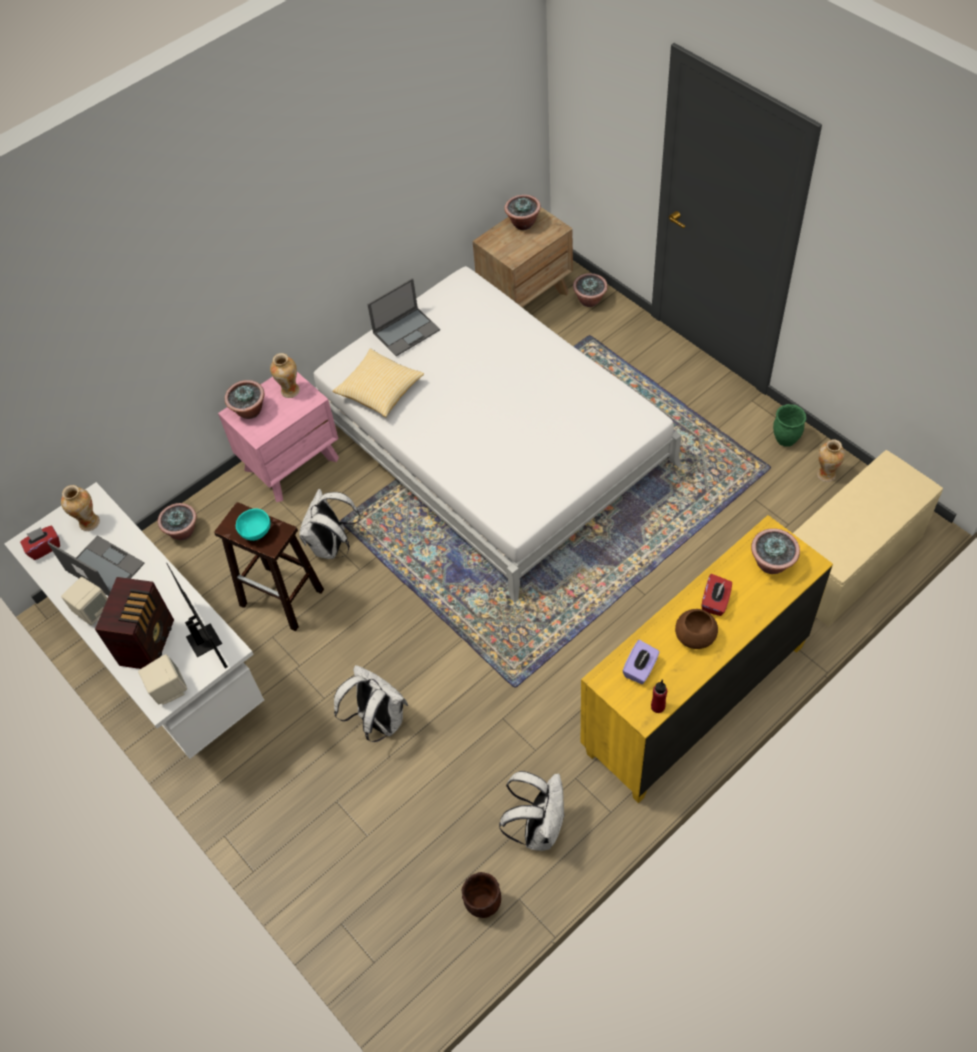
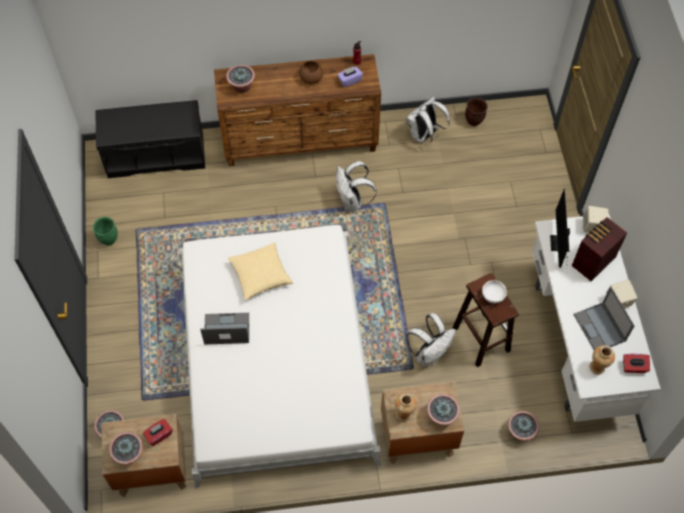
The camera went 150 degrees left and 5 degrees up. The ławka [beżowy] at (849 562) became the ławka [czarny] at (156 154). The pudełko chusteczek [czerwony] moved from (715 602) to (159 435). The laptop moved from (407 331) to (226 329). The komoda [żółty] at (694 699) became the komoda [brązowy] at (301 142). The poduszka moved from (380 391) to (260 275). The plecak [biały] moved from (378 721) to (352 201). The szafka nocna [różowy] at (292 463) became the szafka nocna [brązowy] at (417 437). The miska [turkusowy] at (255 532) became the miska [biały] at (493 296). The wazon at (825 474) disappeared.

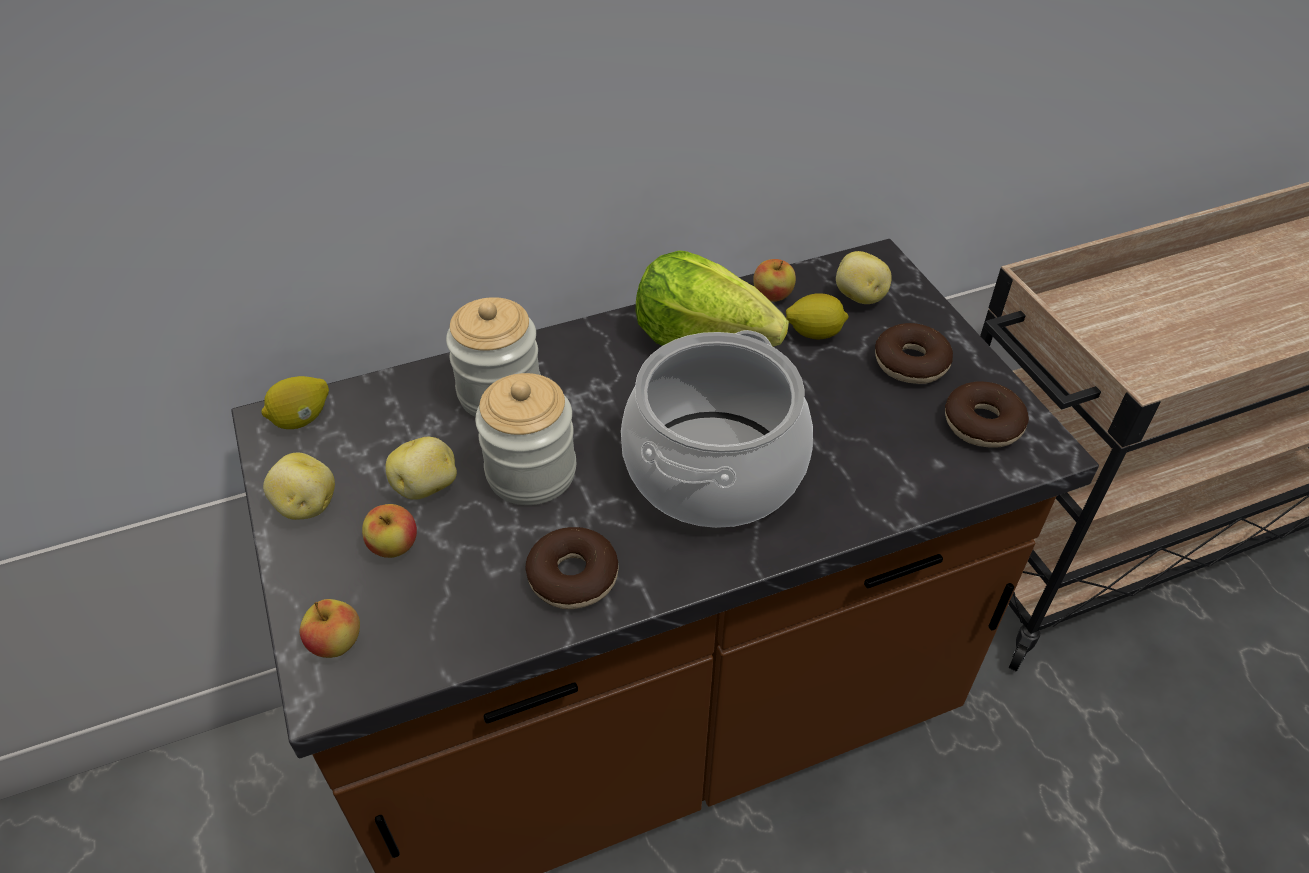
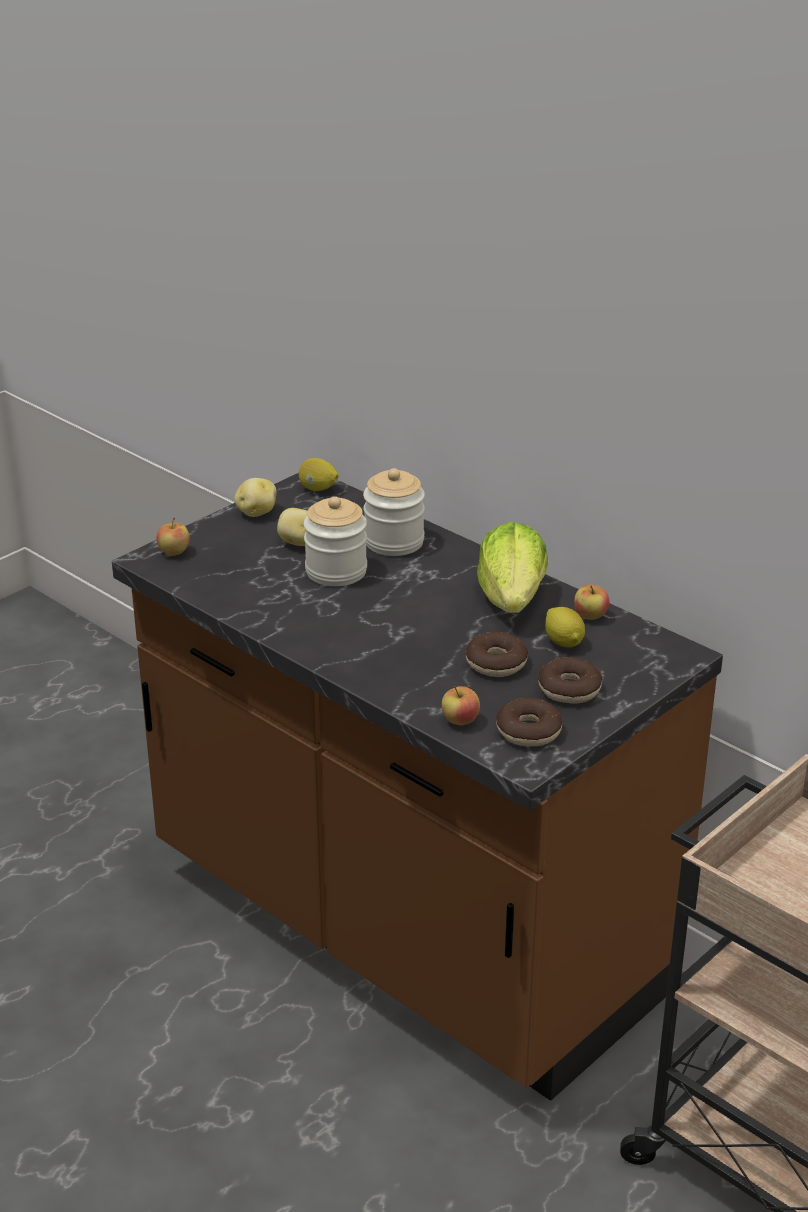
The camera went 65 degrees right and 15 degrees down. The jabłko moved from (394 546) to (460 721). The donut moved from (573 576) to (496 663). The garnek at (713 468) disappeared. The ziemniak at (859 297) disappeared.

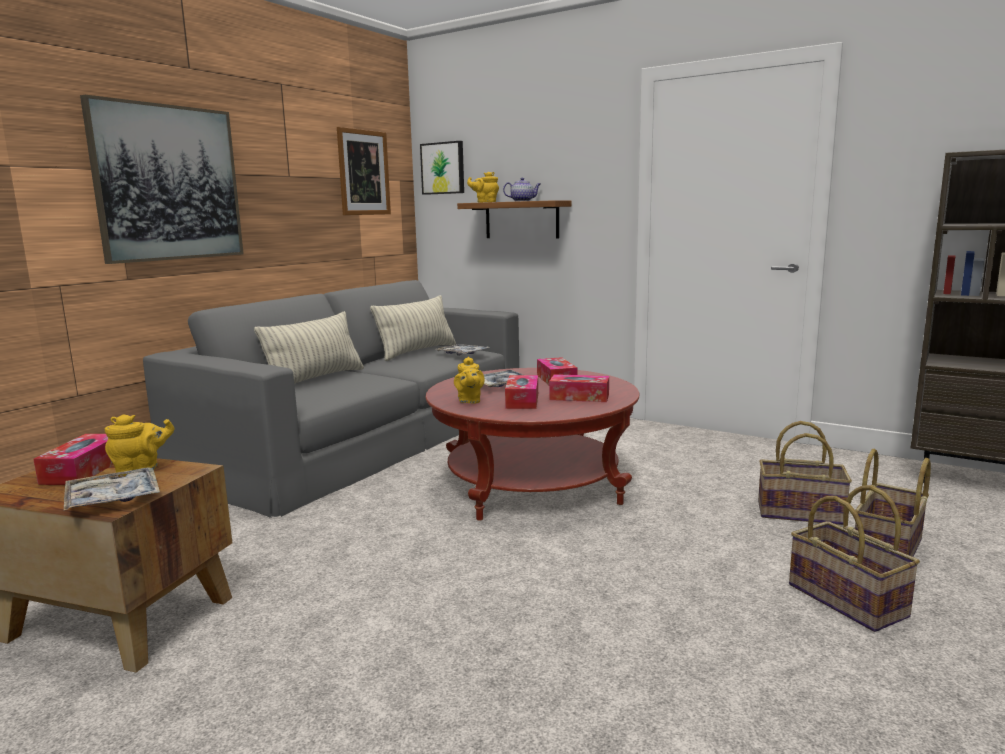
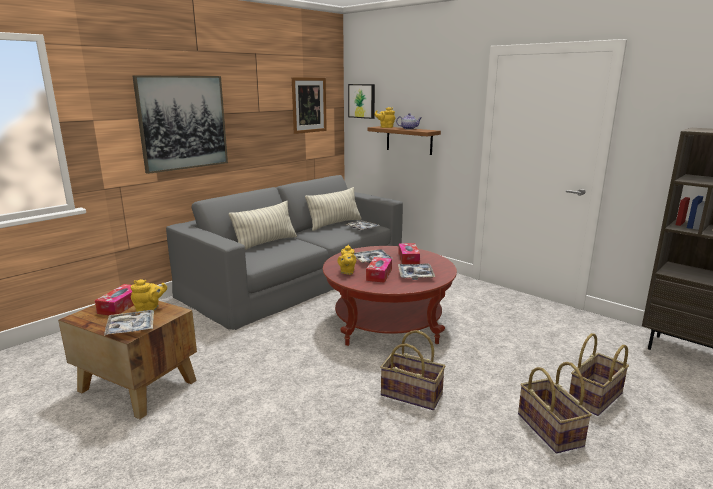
The camera went 10 degrees right and 5 degrees up. The koszyk moved from (800 512) to (412 394). The pudełko chusteczek at (579 397) was replaced by the taca at (415 275).

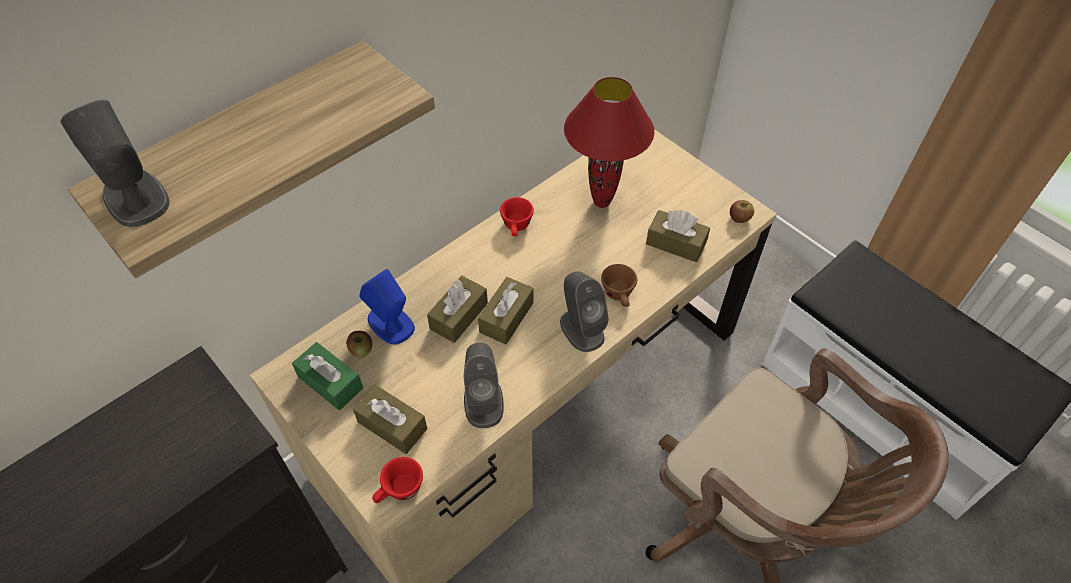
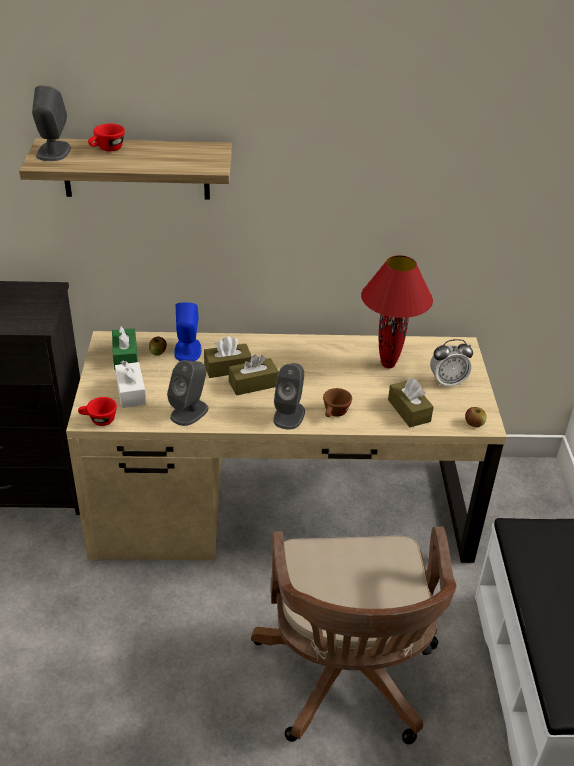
The camera went 40 degrees right and 15 degrees down. The filiżanka [czerwony] moved from (517 227) to (107 149). The pudełko chusteczek [brązowy] at (392 425) became the pudełko chusteczek [biały] at (131 392). The budzik at (447 382) appeared.

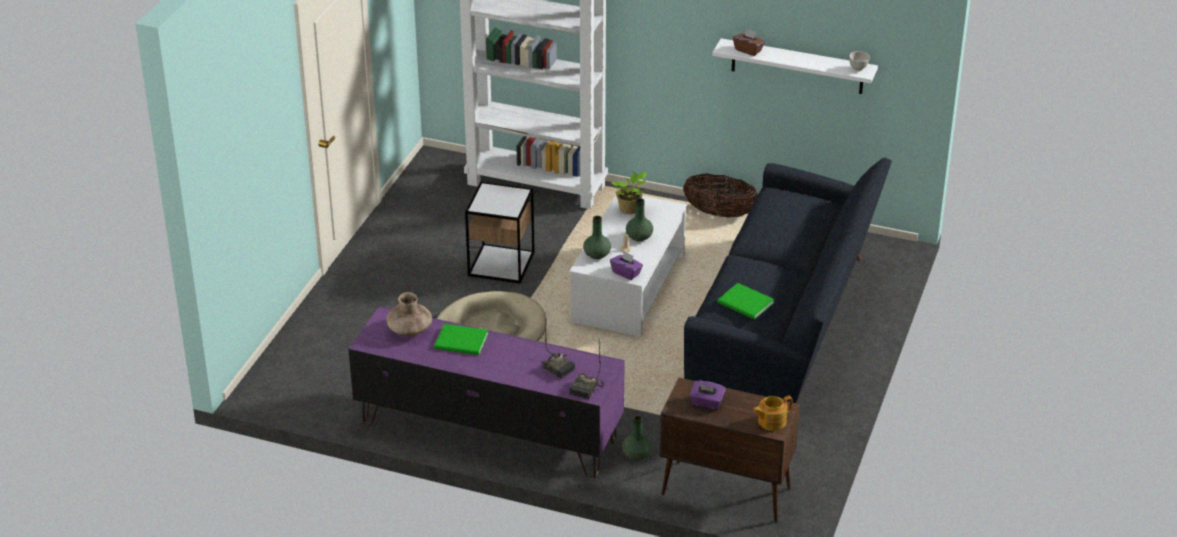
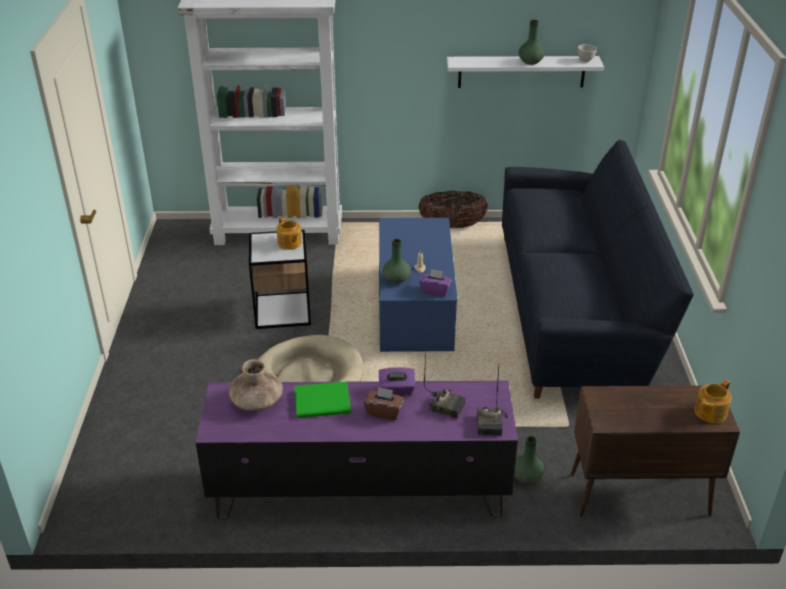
The camera went 20 degrees left and 0 degrees up. The imbryk at (289 243) appeared. The pudełko chusteczek [brązowy] moved from (748 50) to (384 412). The ława [biały] at (628 289) became the ława [niebieski] at (415 309). The pudełko chusteczek [fioletowy] moved from (706 403) to (396 390). The wazon [zielony] moved from (639 237) to (530 61). The roślina doniczkowa at (630 210) disappeared. The książka [zielony] at (746 304) disappeared.

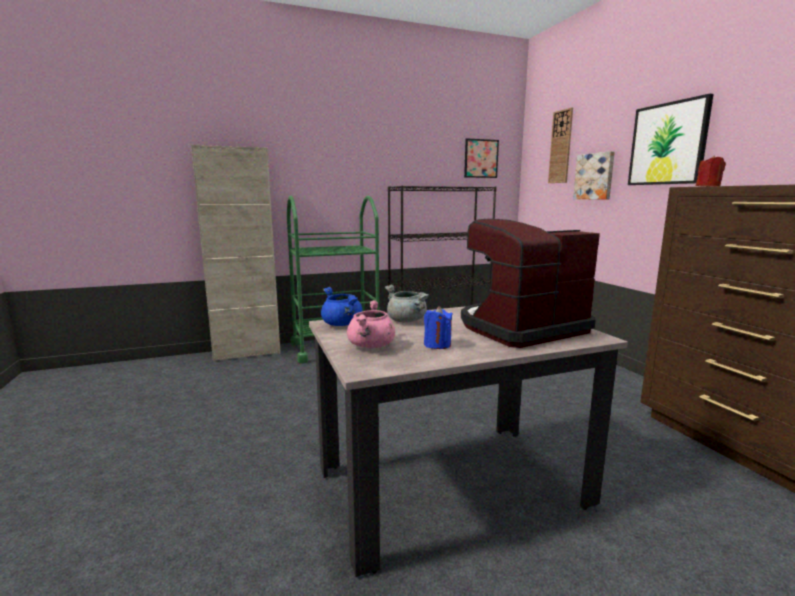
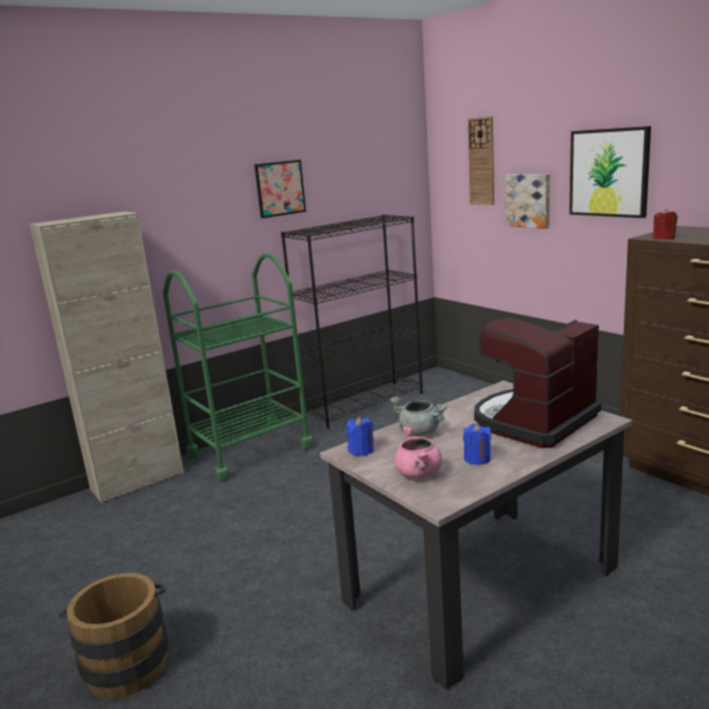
The camera went 15 degrees left and 5 degrees up. The wiadro [brązowy] at (127 661) appeared. The obraz moved from (481 158) to (280 188). The garnek [niebieski] at (342 324) was replaced by the świeca [niebieski] at (361 450).

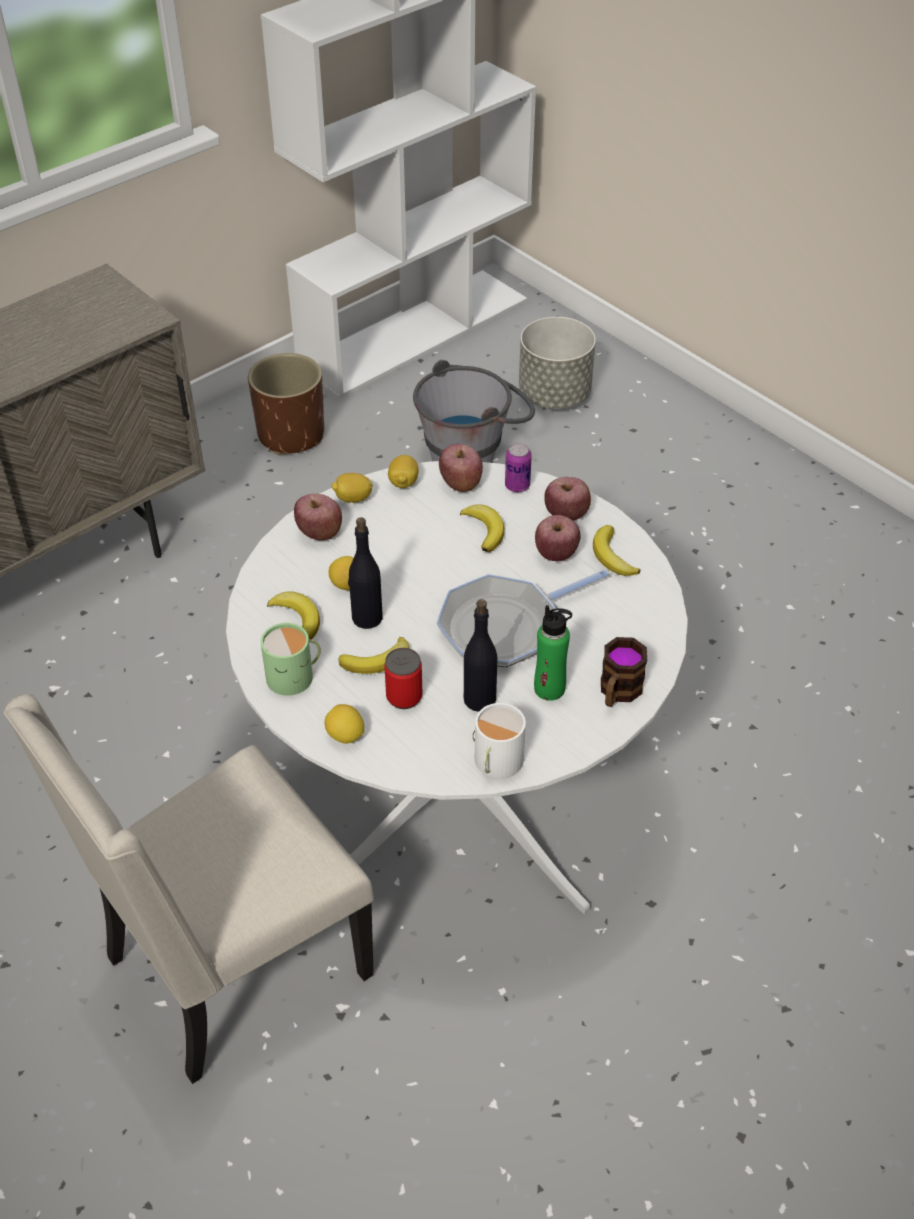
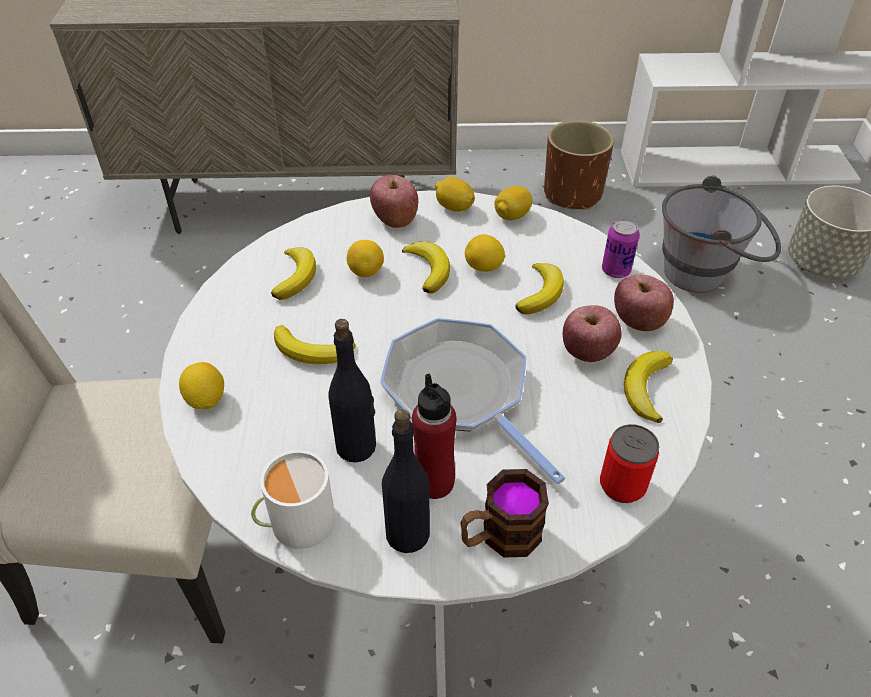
The camera went 40 degrees right and 0 degrees up. The patelnia at (505 626) turned 45 degrees clockwise. The butelka [czarny] moved from (366 617) to (407 533). The banan at (428 269) appeared. The butelka [zielony] at (549 688) became the butelka [czerwony] at (434 482). The cytryna at (484 268) appeared. The puszka moved from (404 697) to (622 485). The kubek [zielony] at (295 676) disappeared. The jabłko at (460 483) disappeared.

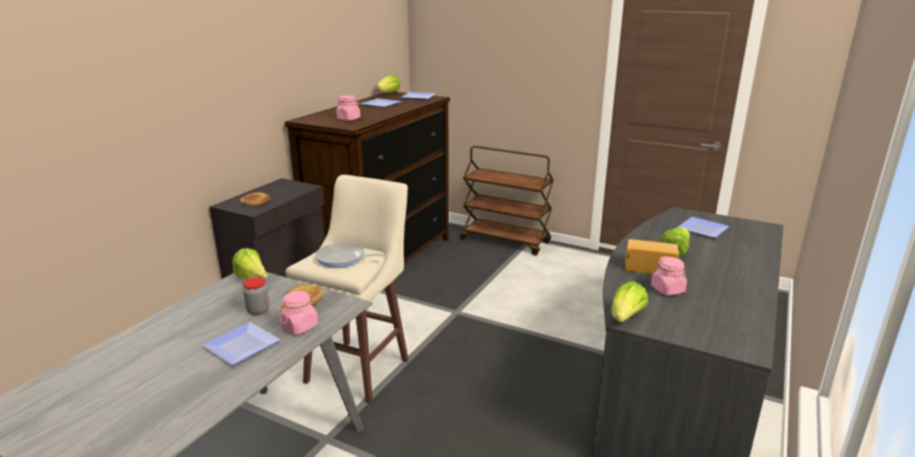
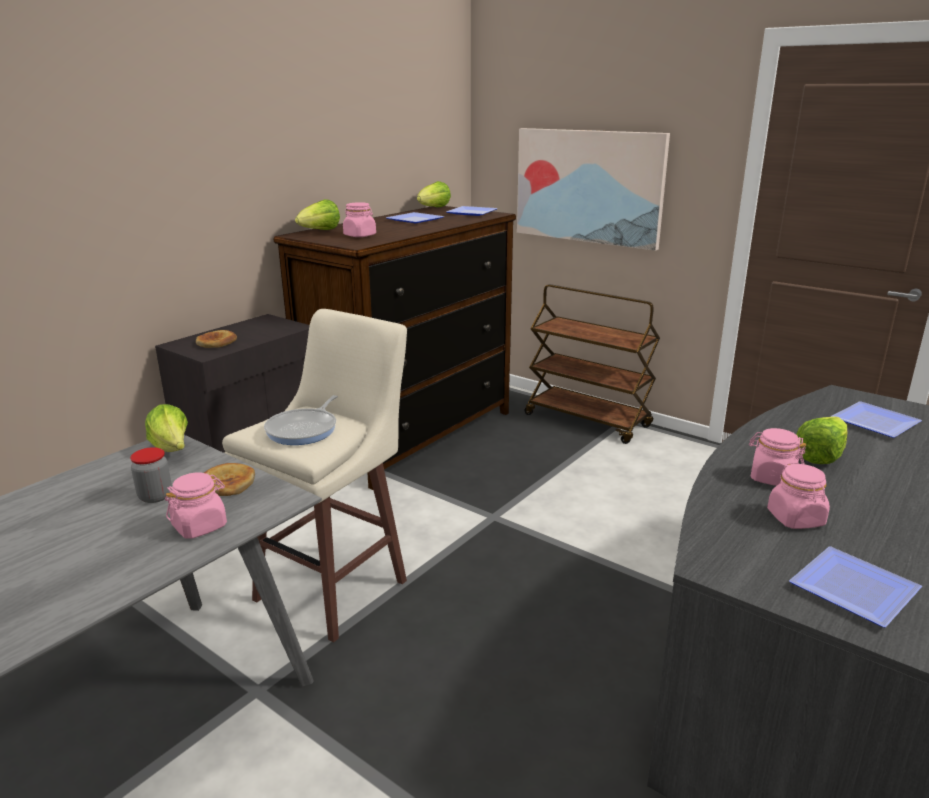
The camera went 10 degrees right and 0 degrees up. The patelnia at (343 259) turned 90 degrees counterclockwise. The sałata moved from (626 318) to (319 231). The obraz at (589 186) appeared. The chleb at (649 267) was replaced by the słoik [różowy] at (772 478). The talerz moved from (245 345) to (858 589).

